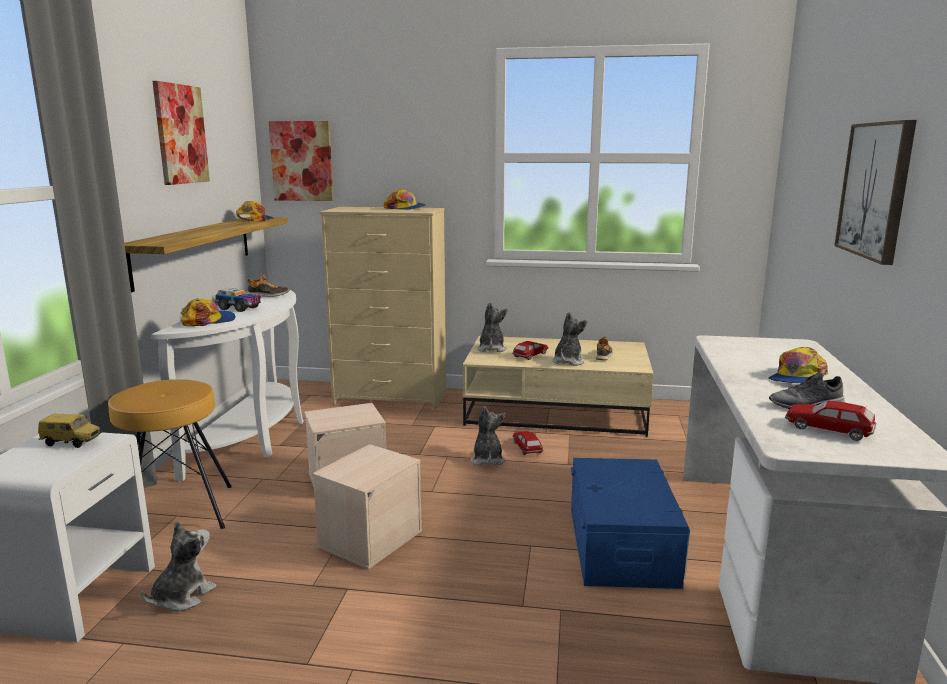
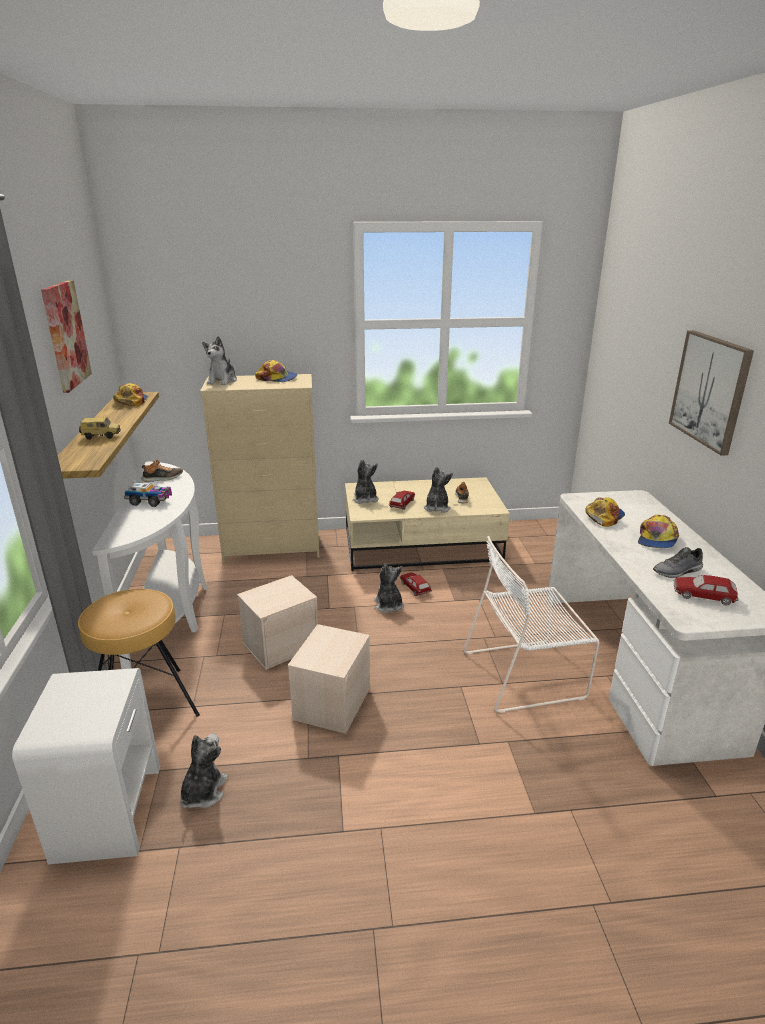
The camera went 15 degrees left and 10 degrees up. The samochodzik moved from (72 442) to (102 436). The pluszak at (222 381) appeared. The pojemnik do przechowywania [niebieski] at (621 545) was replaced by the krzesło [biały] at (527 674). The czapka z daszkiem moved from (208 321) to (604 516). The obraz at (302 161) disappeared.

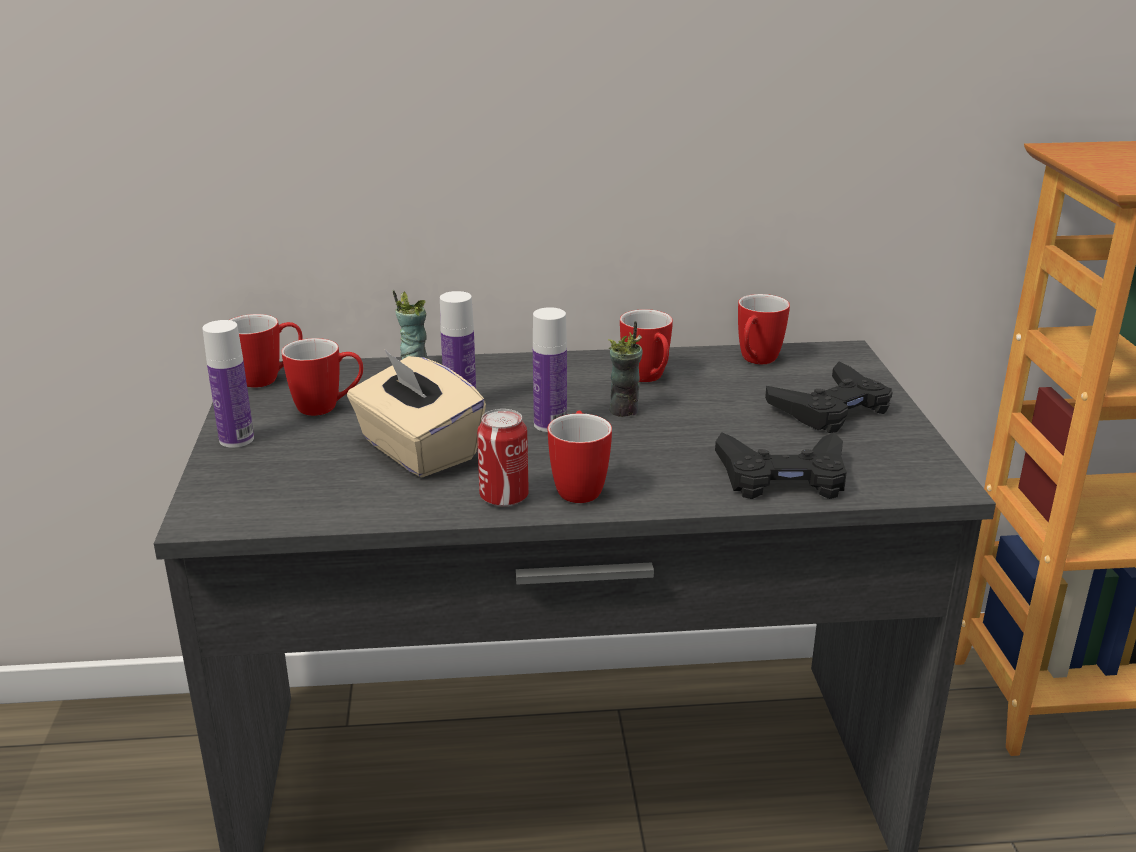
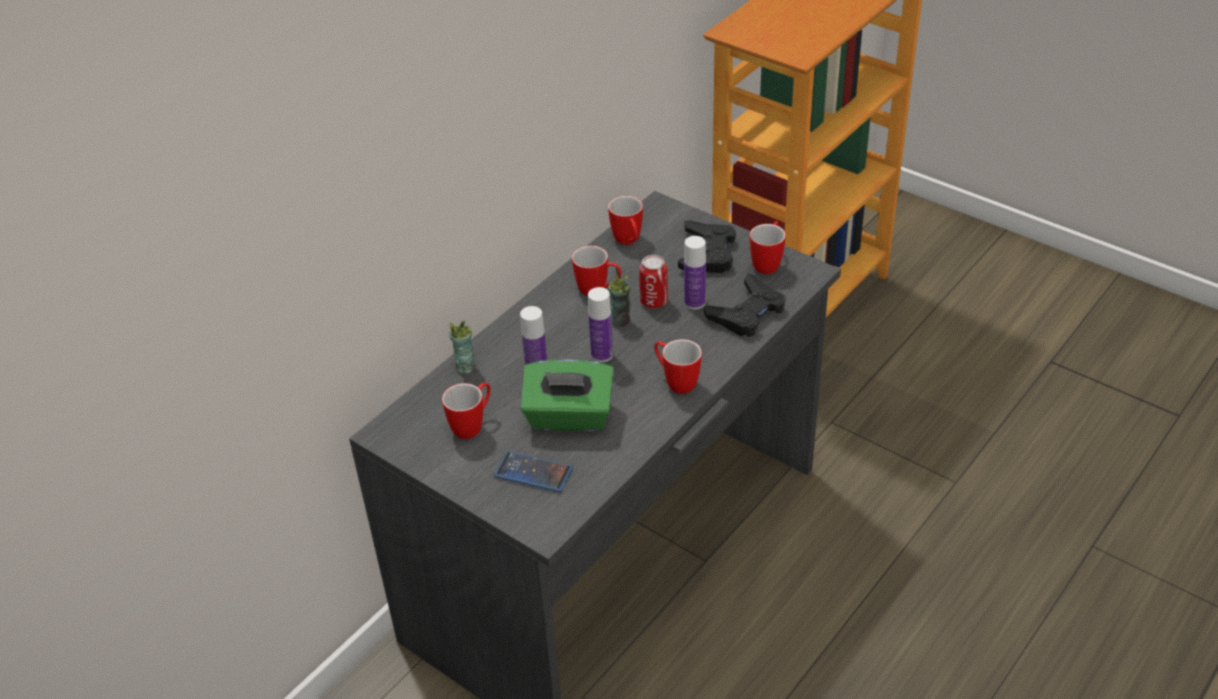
The camera went 45 degrees left and 15 degrees up. The telefon at (533 472) appeared. The pudełko chusteczek [beżowy] at (417 450) became the pudełko chusteczek [zielony] at (569 417). The puszka moved from (504 497) to (654 301). The butelka moved from (236 439) to (694 302). The kubek moved from (269 379) to (768 263).

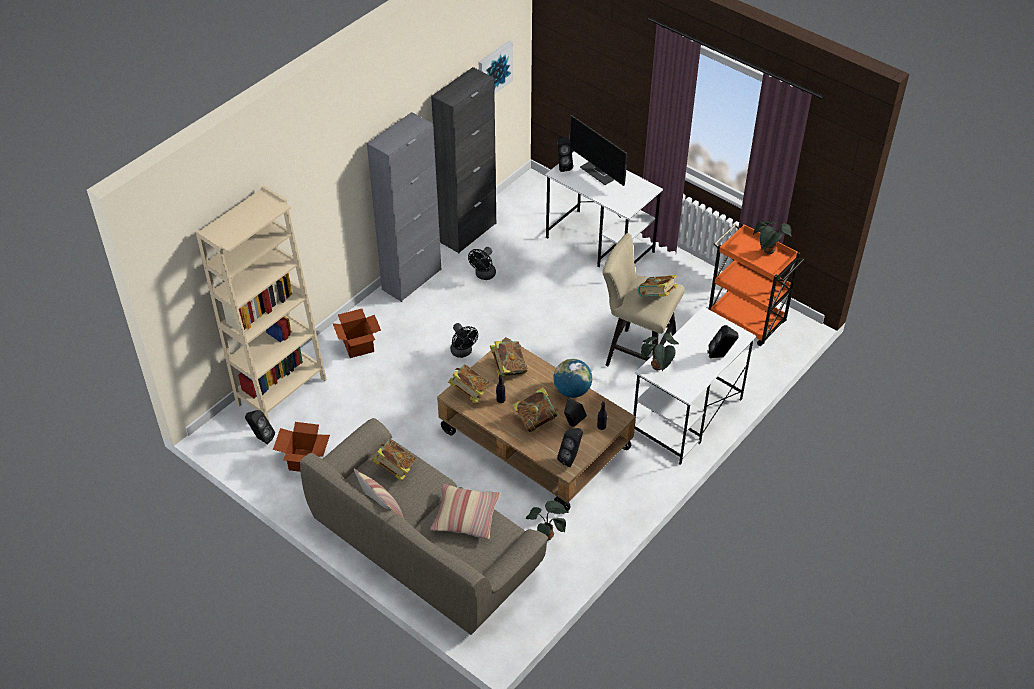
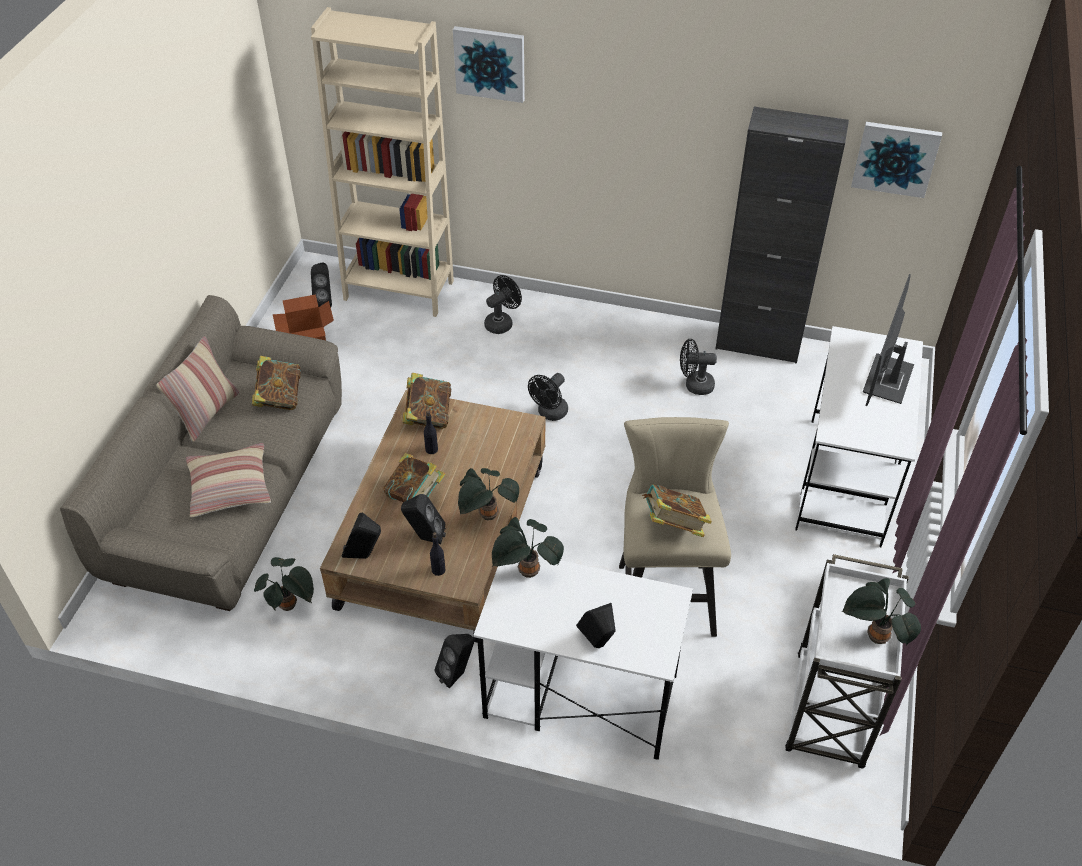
The camera went 65 degrees right and 0 degrees up. The głośnik [czarny] moved from (562 166) to (457 674). The obraz at (490 63) appeared. The globus at (572 391) was replaced by the roślina doniczkowa at (487 516). The karton at (358 346) was replaced by the wentylator [czarny] at (502 322). The wózek [pomarańczowy] at (746 320) became the wózek [biały] at (829 713). The szafka [szary] at (411 279) disappeared. The książka at (508 368) disappeared.

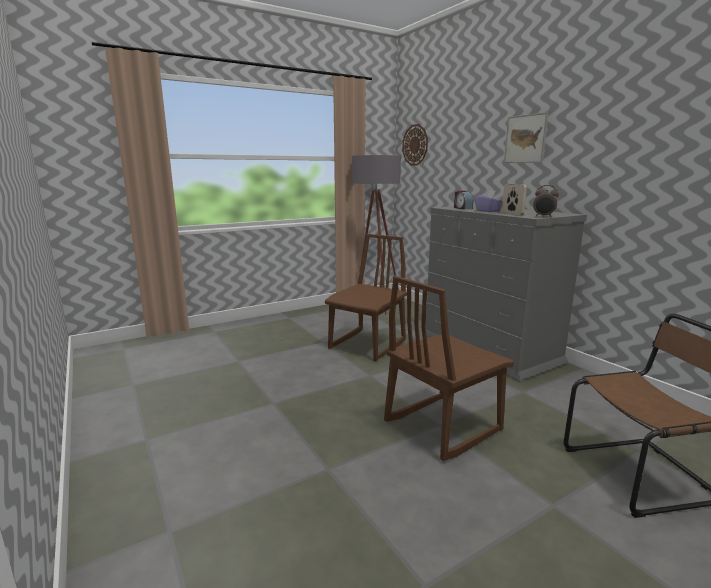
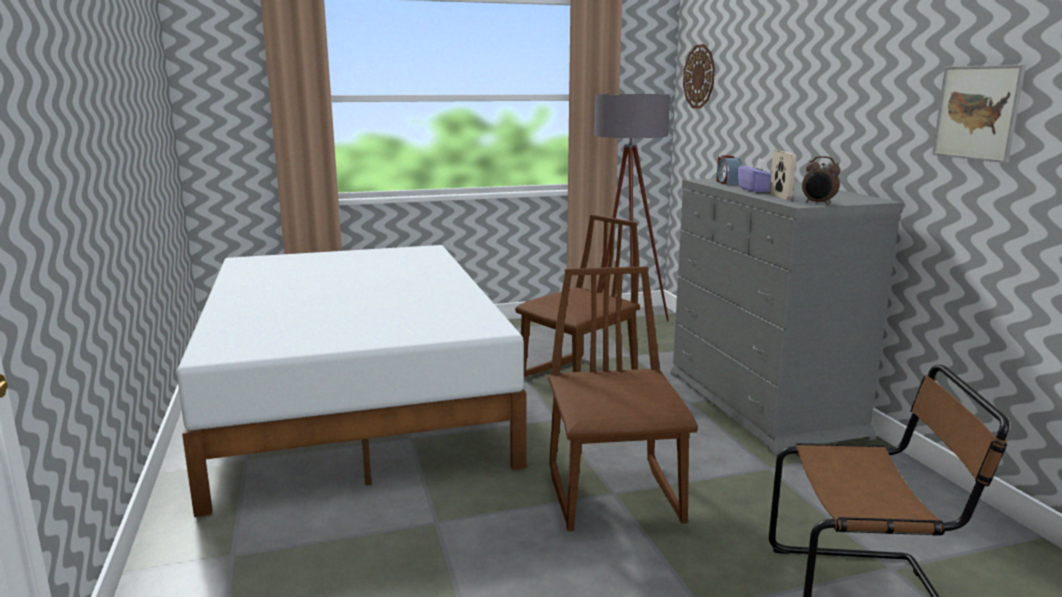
The camera went 15 degrees right and 0 degrees up. The łóżko [biały] at (355 400) appeared. The krzesło [brązowy] at (441 425) turned 105 degrees clockwise. The obraz moved from (525 139) to (977 112).

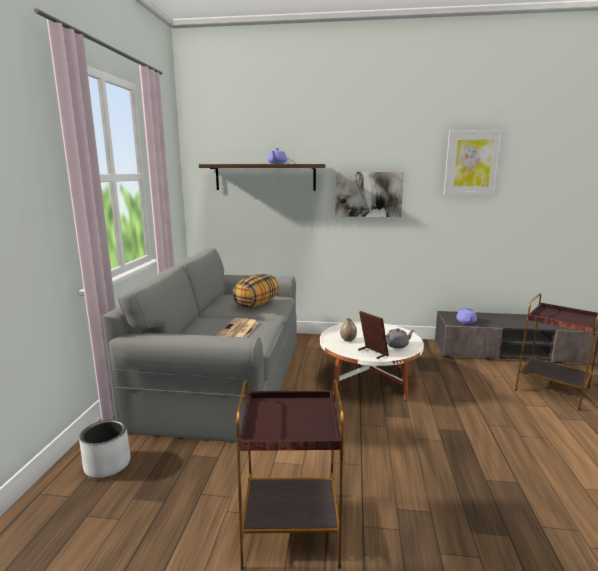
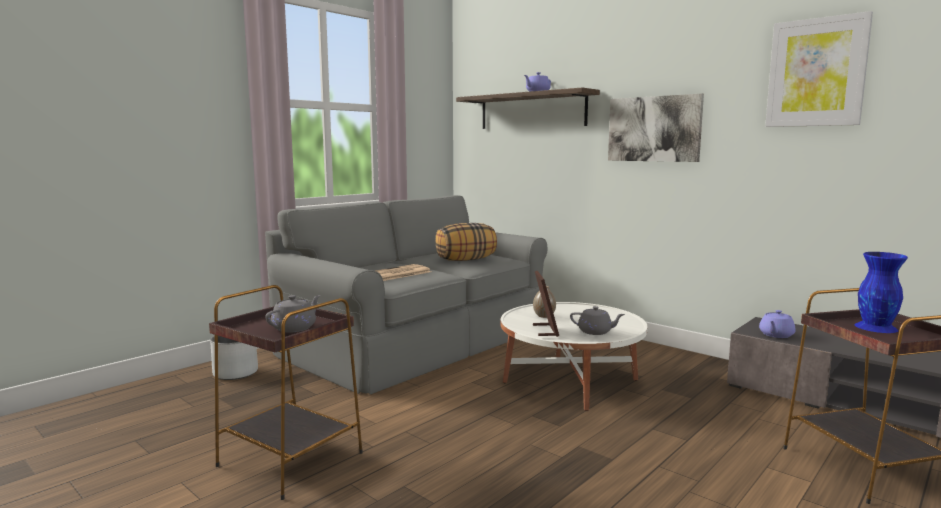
The camera went 35 degrees right and 5 degrees down. The imbryk [szary] at (295 328) appeared. The wazon [niebieski] at (876 327) appeared.

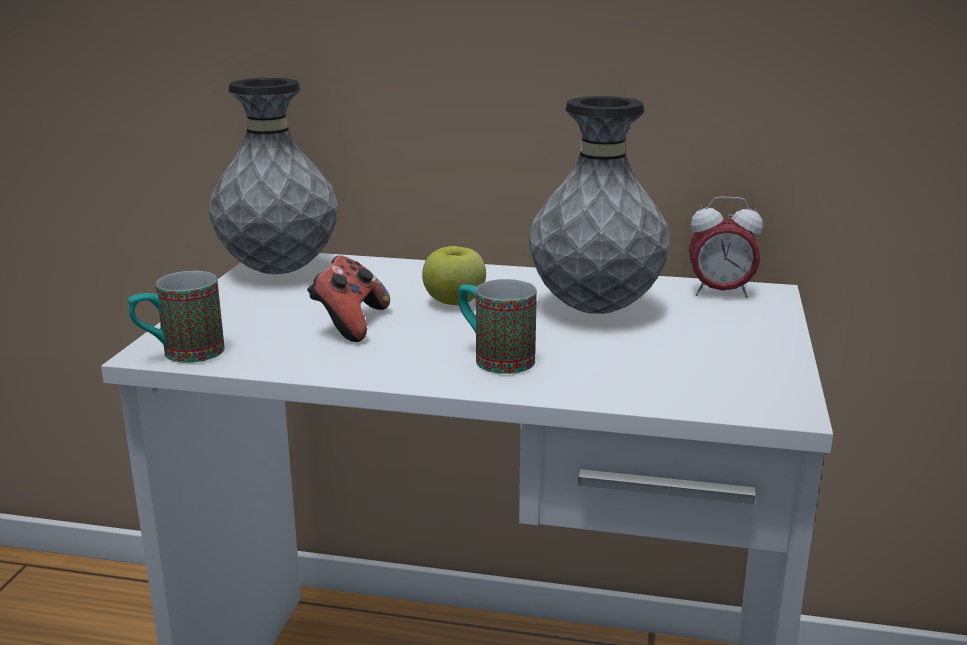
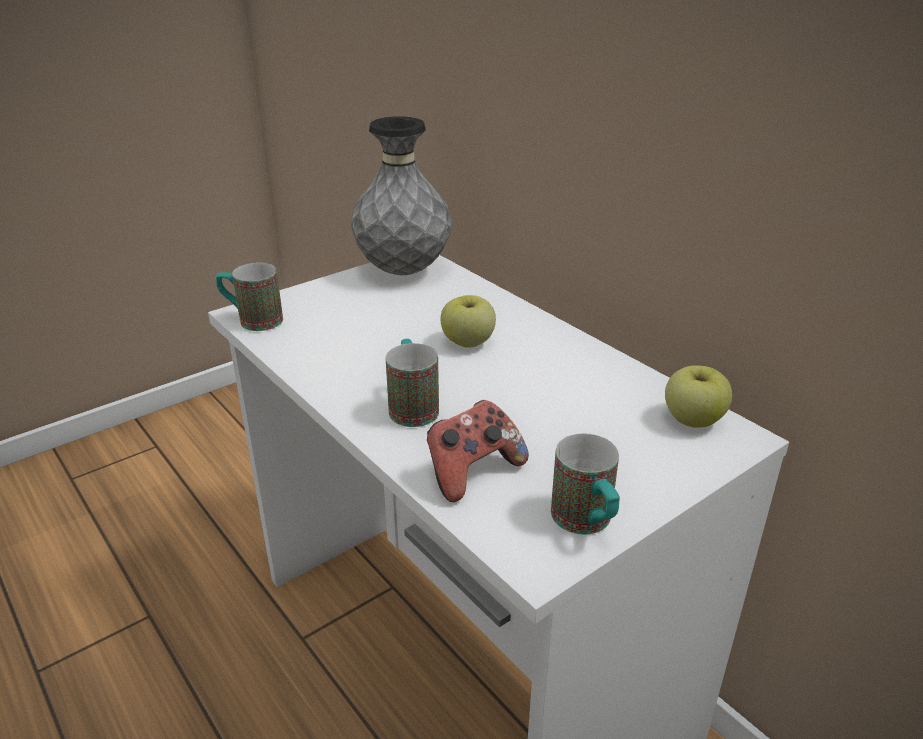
The camera went 40 degrees right and 10 degrees up. The pad do gier moved from (349 324) to (472 471). The kubek at (587 523) appeared. The budzik at (720 293) was replaced by the jabłko at (692 419). The wazon [szary] at (596 310) disappeared.

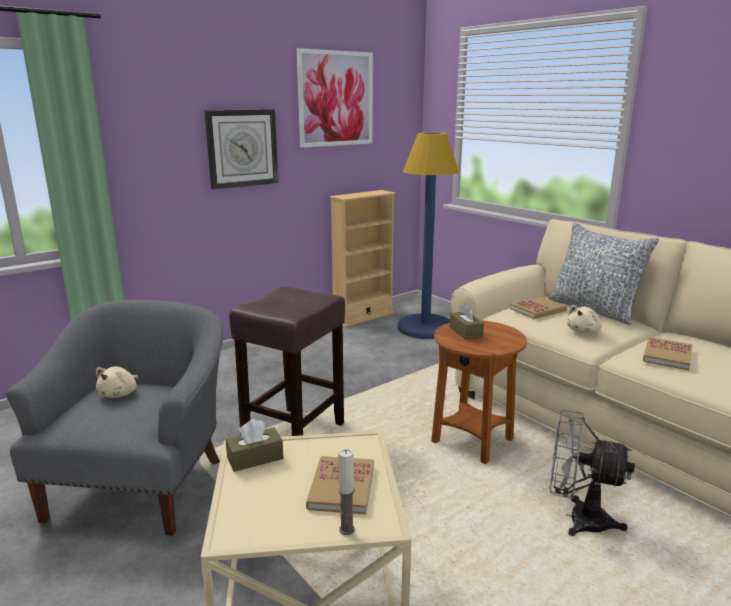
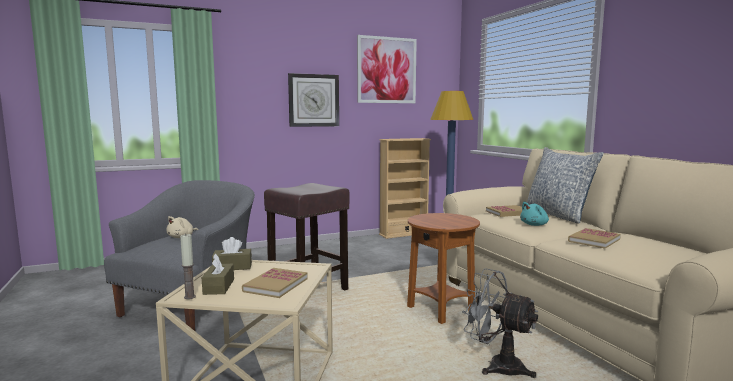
The camera went 15 degrees right and 10 degrees down. The świeca moved from (346 529) to (189 297). The pudełko chusteczek [brązowy] moved from (465 332) to (219 286). The pluszak [beżowy] at (583 331) became the pluszak [turkusowy] at (535 225).

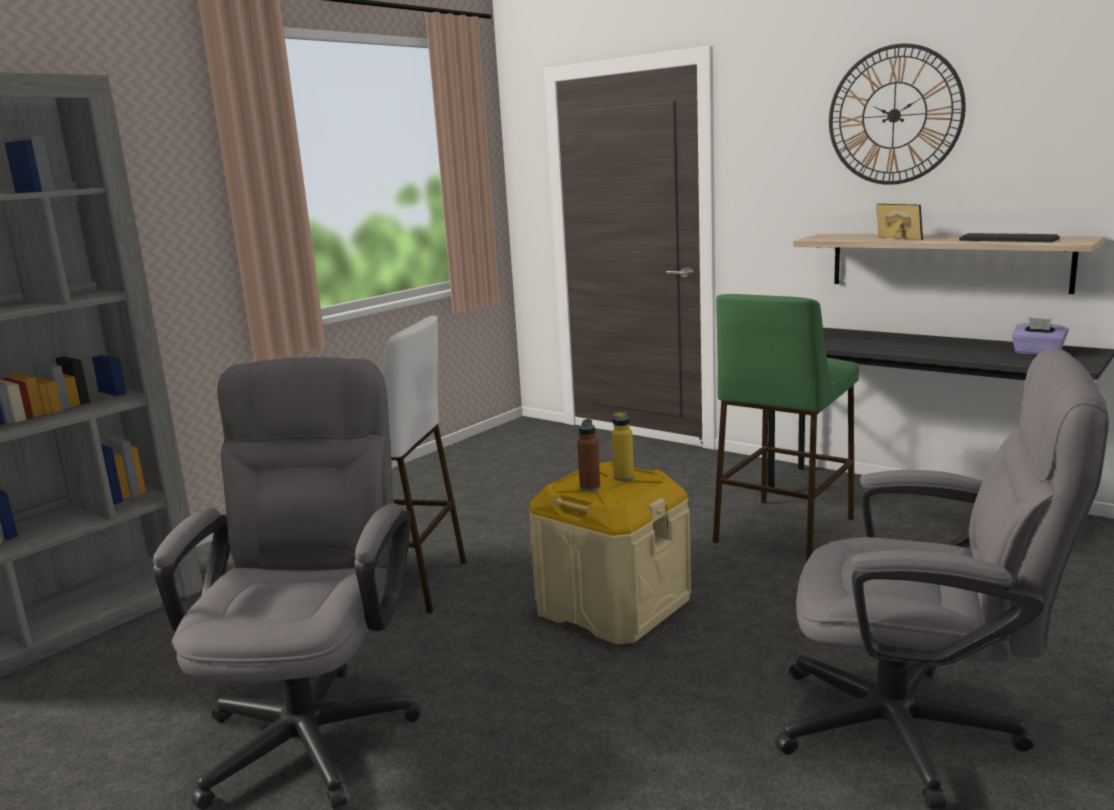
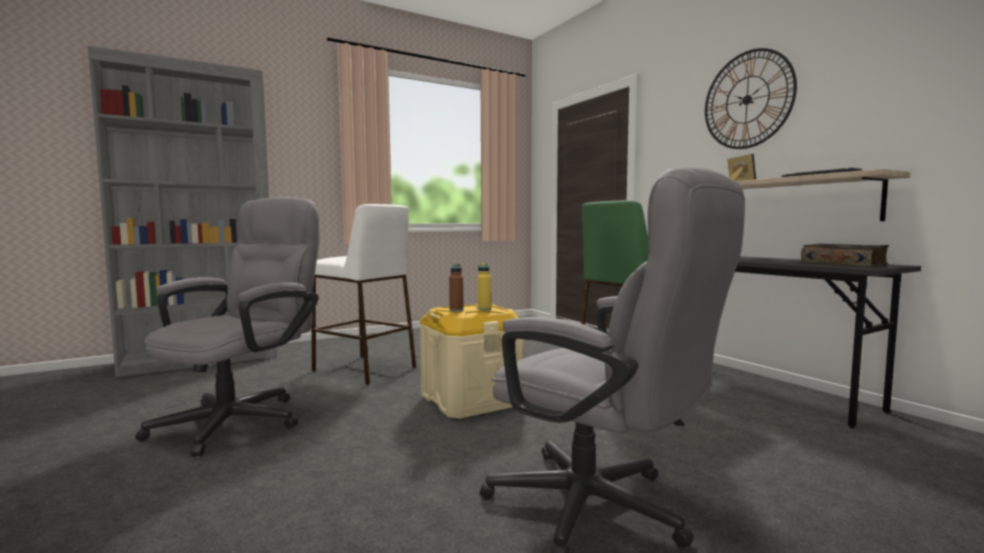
The camera went 20 degrees right and 10 degrees down. The pudełko chusteczek [fioletowy] at (1037 353) was replaced by the książka at (843 264).

